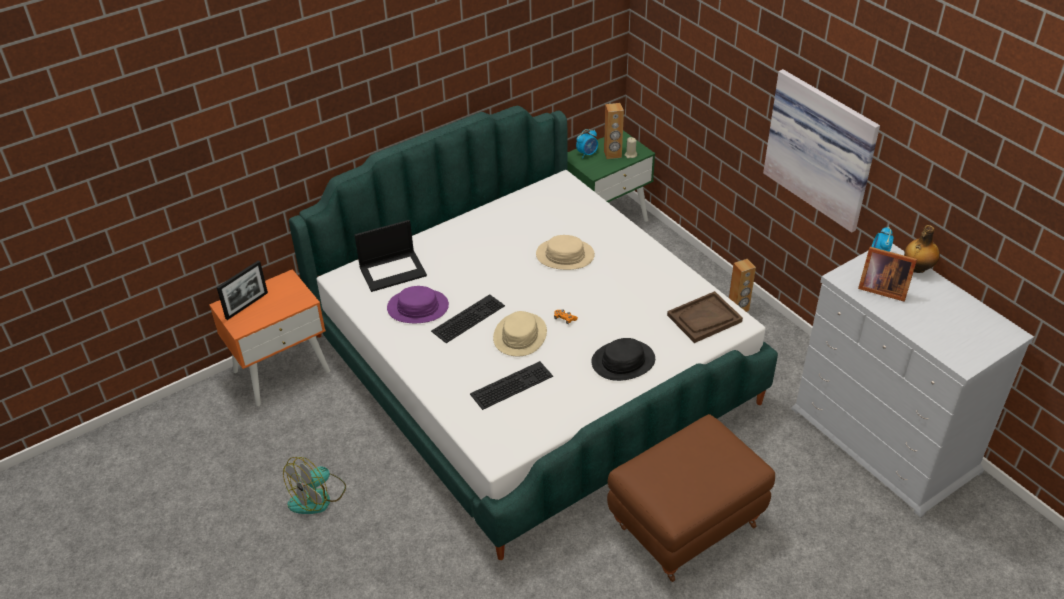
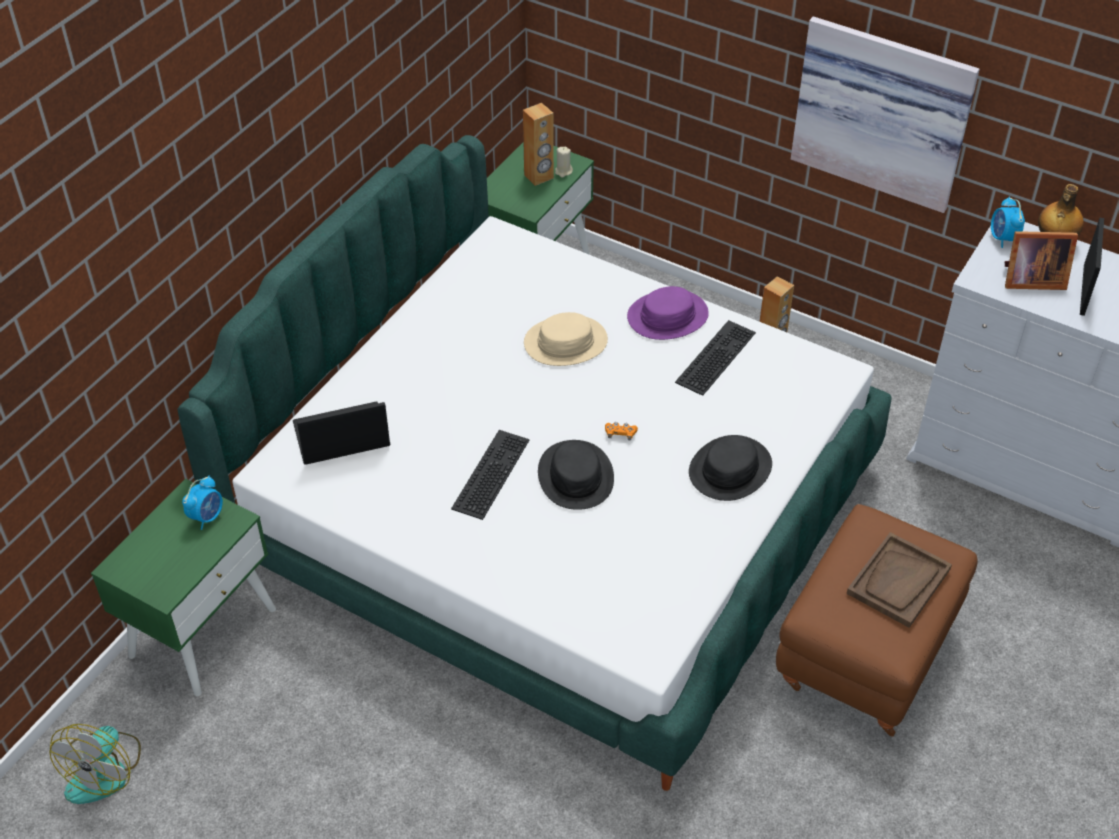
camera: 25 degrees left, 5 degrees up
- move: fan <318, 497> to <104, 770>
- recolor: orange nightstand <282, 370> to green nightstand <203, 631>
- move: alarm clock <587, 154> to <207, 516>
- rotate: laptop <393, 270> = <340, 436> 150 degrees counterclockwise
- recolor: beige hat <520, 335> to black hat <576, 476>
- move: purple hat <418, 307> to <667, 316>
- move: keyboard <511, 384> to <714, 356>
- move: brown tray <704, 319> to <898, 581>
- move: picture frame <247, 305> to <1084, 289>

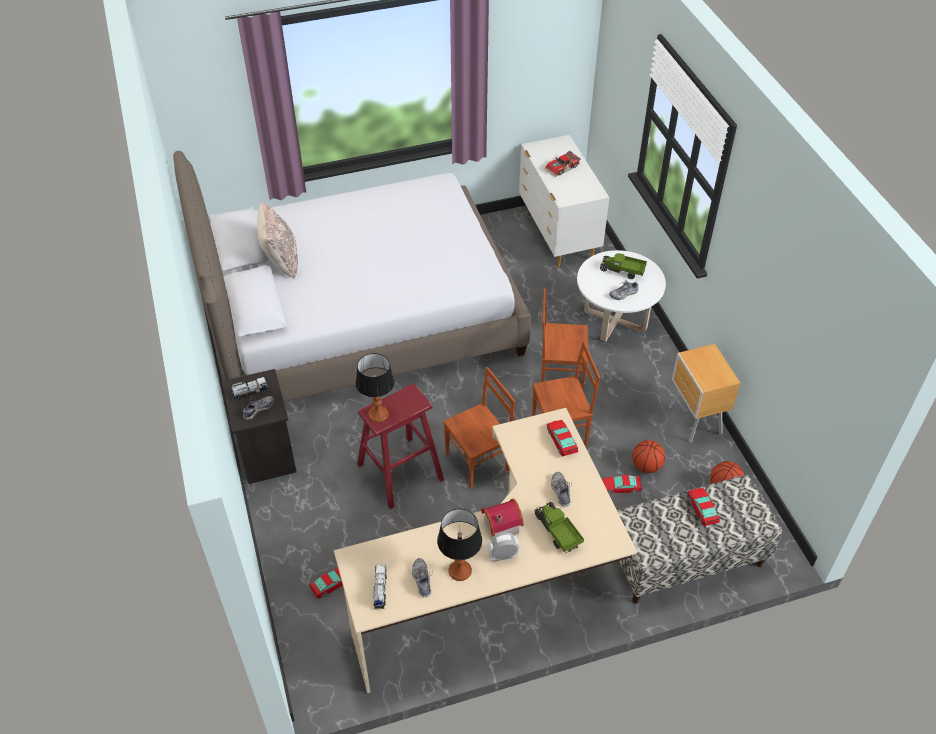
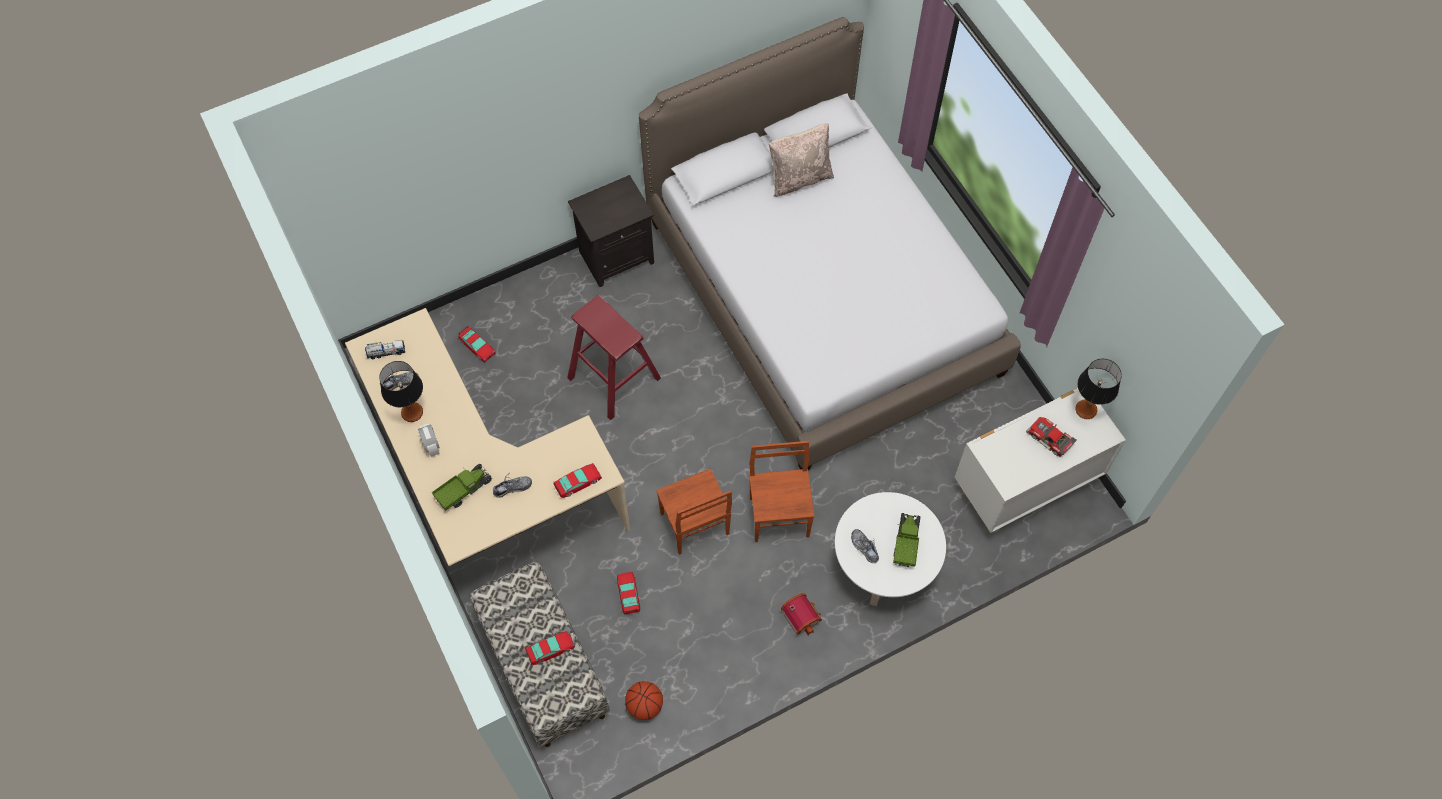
camera: 80 degrees right, 15 degrees up
- move: toy house <499, 524> to <802, 616>
- move: table lamp <378, 414> to <1086, 409>
- delete: toy truck <250, 392>
- delete: shoe <258, 409>
- delete: brown chair <478, 462>
- delete: basketball <646, 466>
- delete: brown nightstand <695, 421>

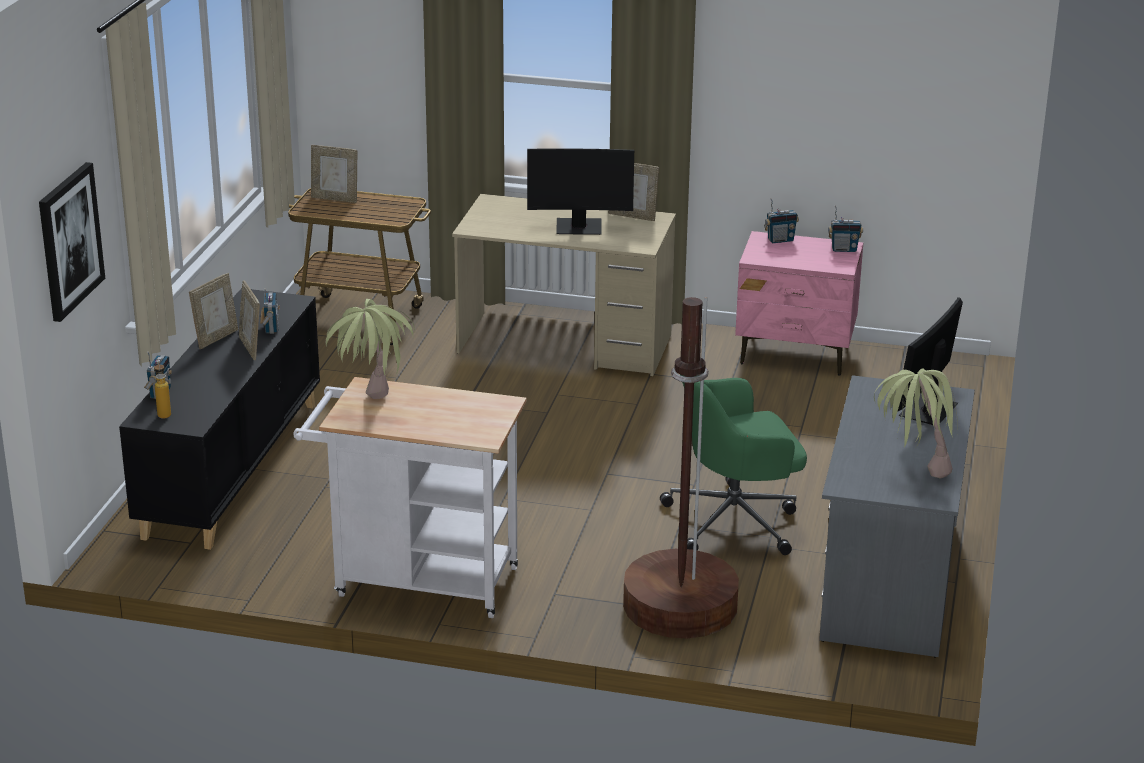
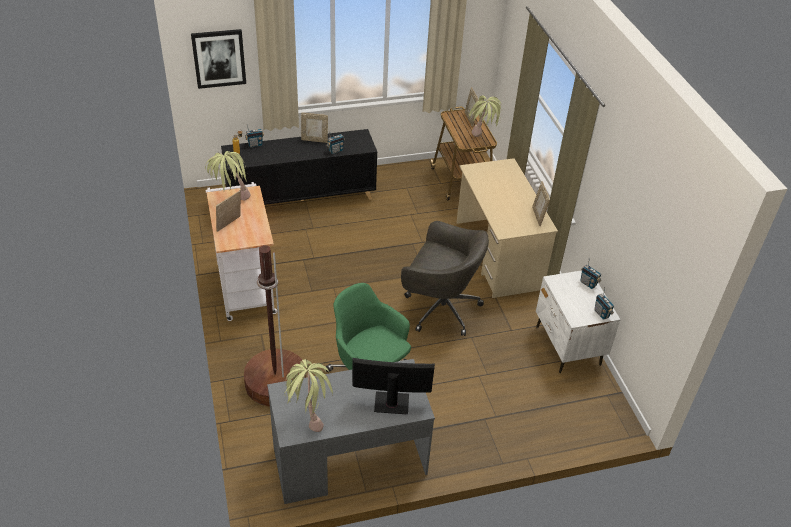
camera: 60 degrees right, 15 degrees up
- move: picture frame <251, 348> to <230, 224>
- insert: grey office chair <440, 308>
- insert: potted plant <481, 141>
- recolor: pink nightstand <795, 354> to white nightstand <567, 346>
- delete: monitor <579, 227>

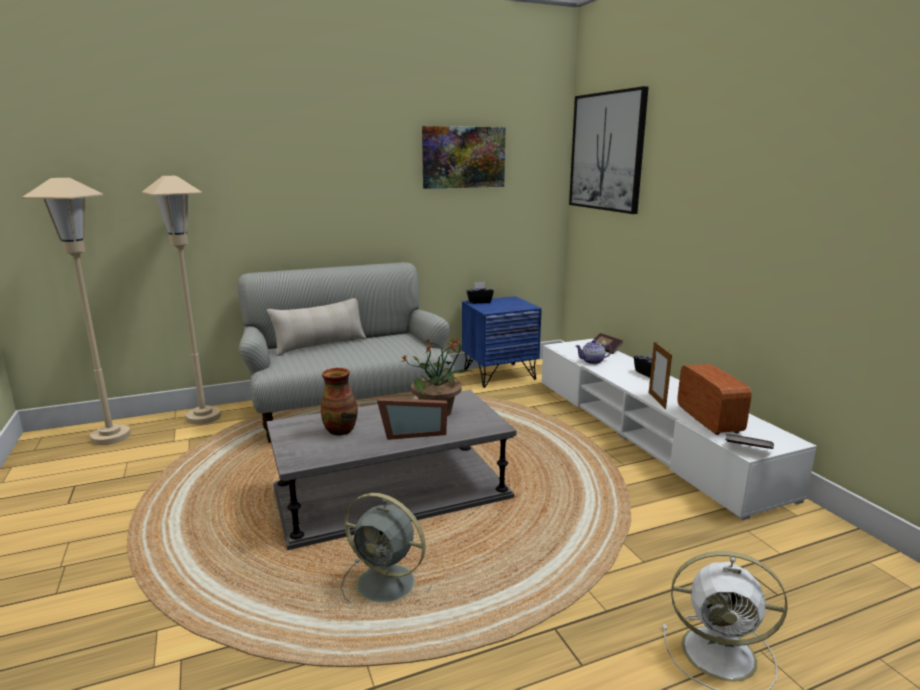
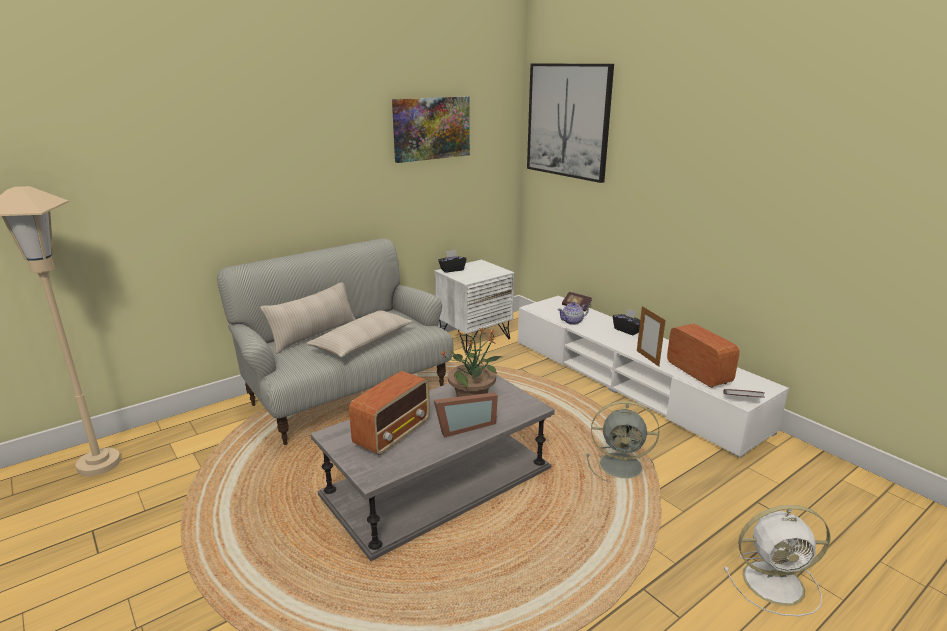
camera: 15 degrees left, 5 degrees up
- insert: beige pillow <362, 342>
- replace: vase <341, 430> to radio <393, 433>
- recolor: blue nightstand <499, 375> to white nightstand <473, 337>
- move: grey fan <388, 584> to <623, 466>
- delete: beige floor lamp <204, 417>

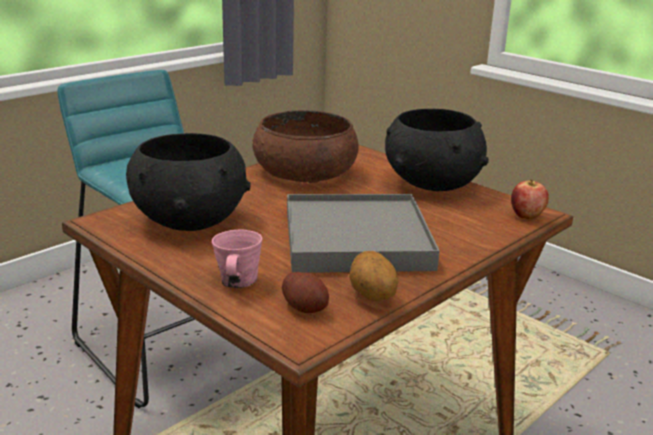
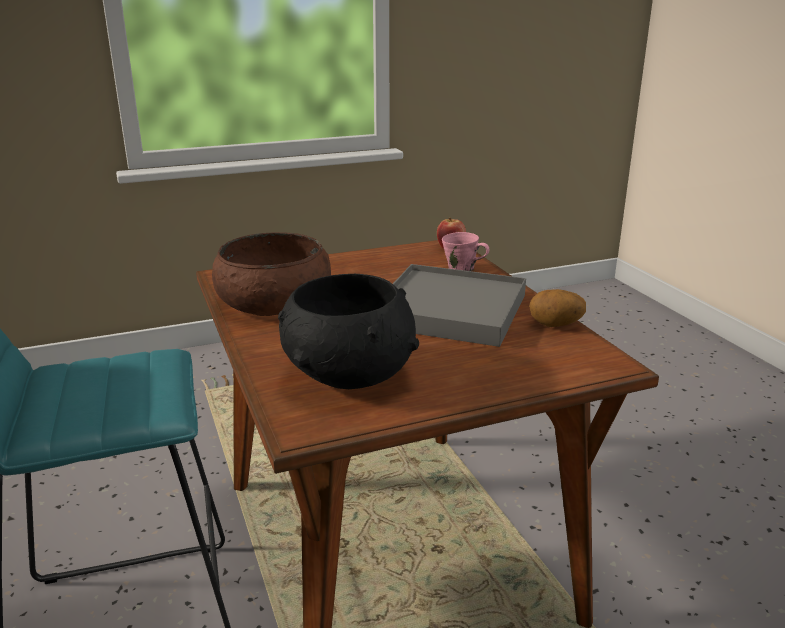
camera: 65 degrees left, 0 degrees up
- move: pink mug <237, 282> to <462, 269>
- delete: potato <305, 307>
- delete: black bowl <431, 184>

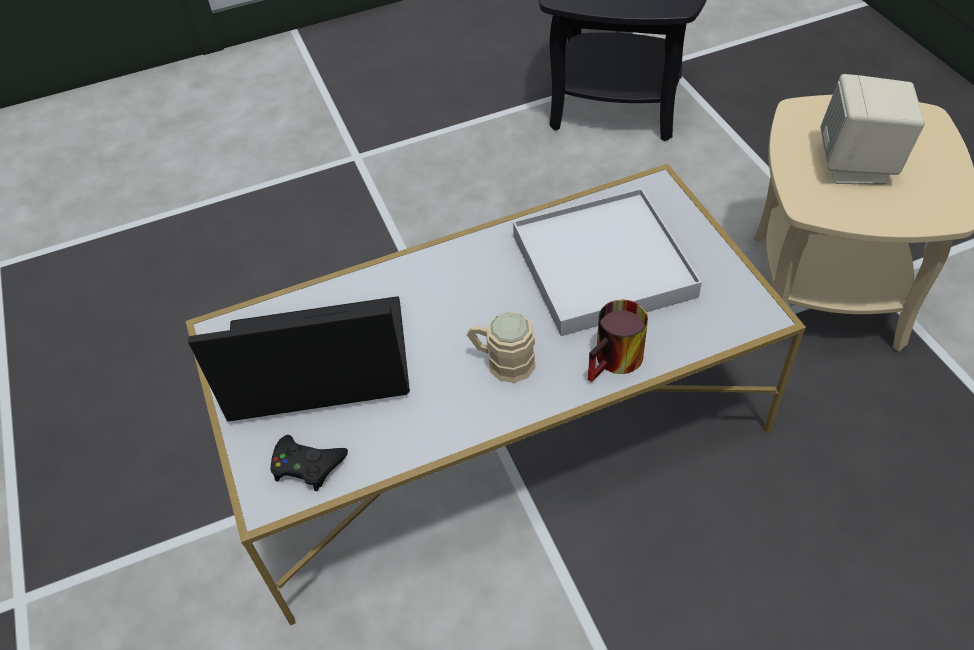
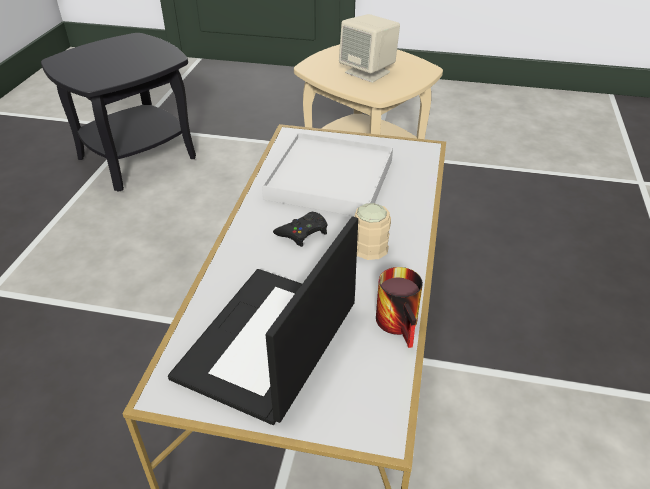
camera: 60 degrees left, 10 degrees down
- move: black game controller <307, 465> to <303, 232>
- move: mug <617, 363> to <402, 324>

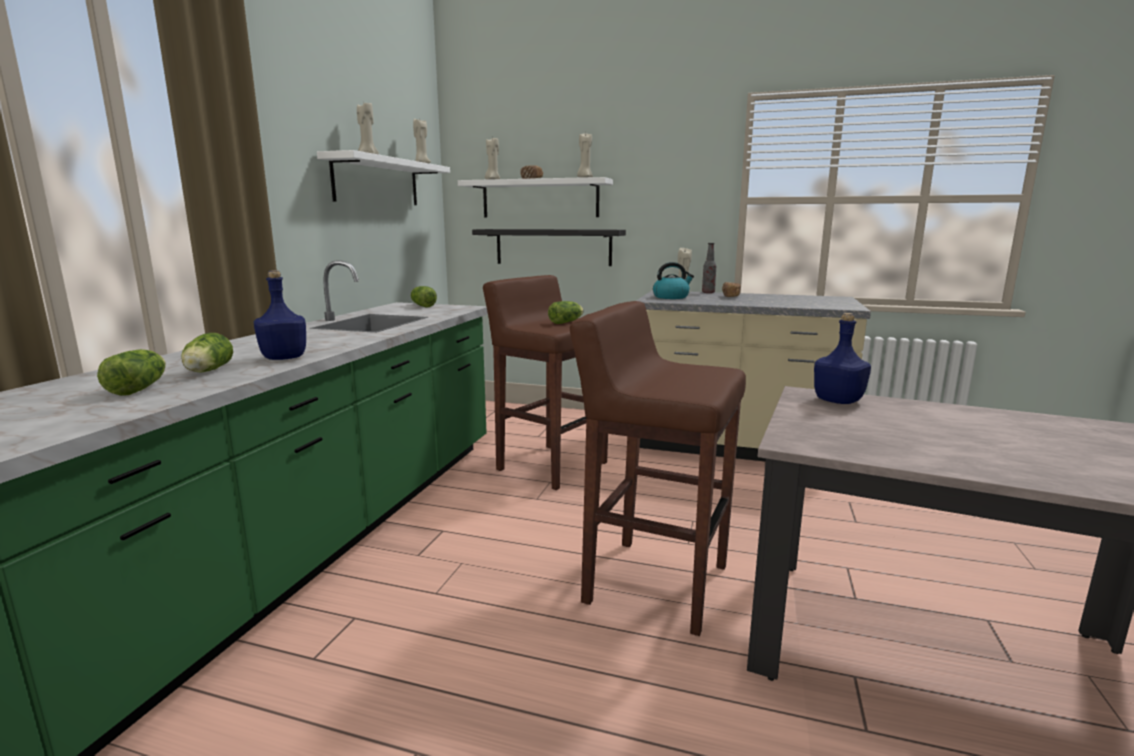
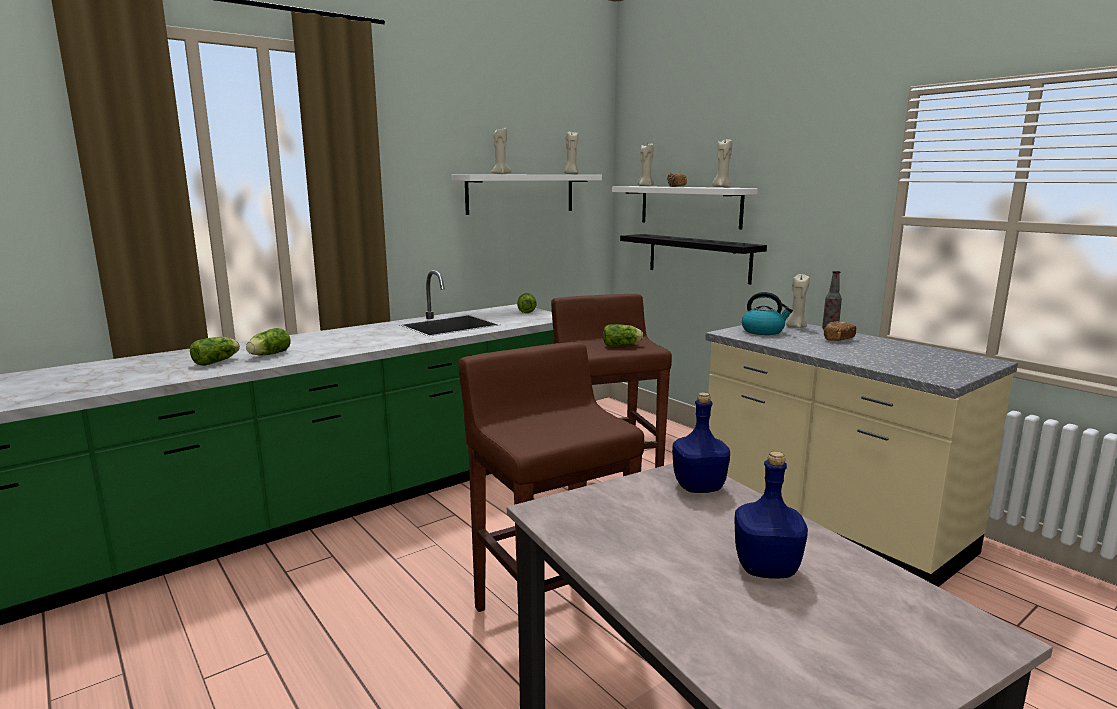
camera: 35 degrees right, 0 degrees up
- move: blue bottle <284, 358> to <766, 569>

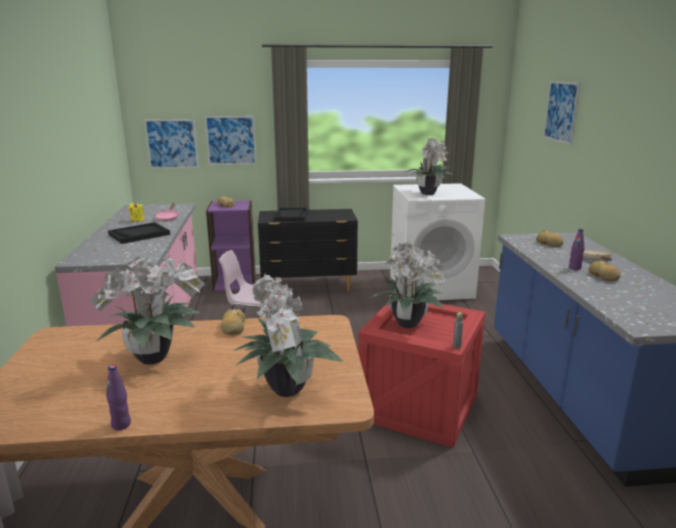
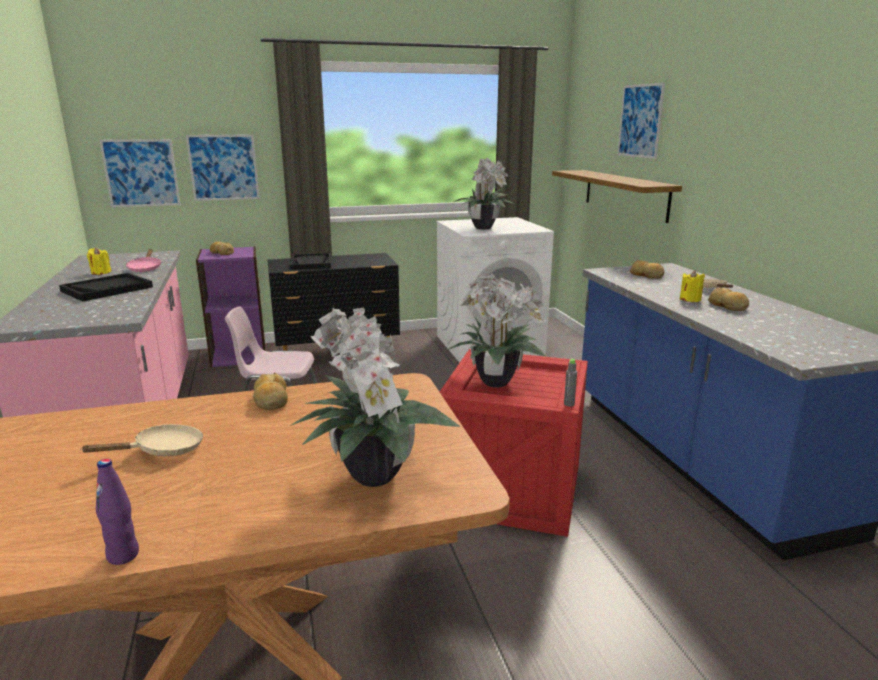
camera: 10 degrees left, 0 degrees up
- replace: potted plant <156, 358> to beige frying pan <163, 450>
- insert: shelf <625, 194>
- replace: purple bottle <574, 268> to yellow candle <690, 299>

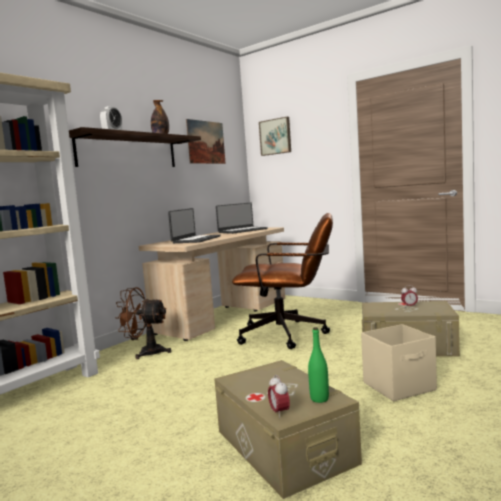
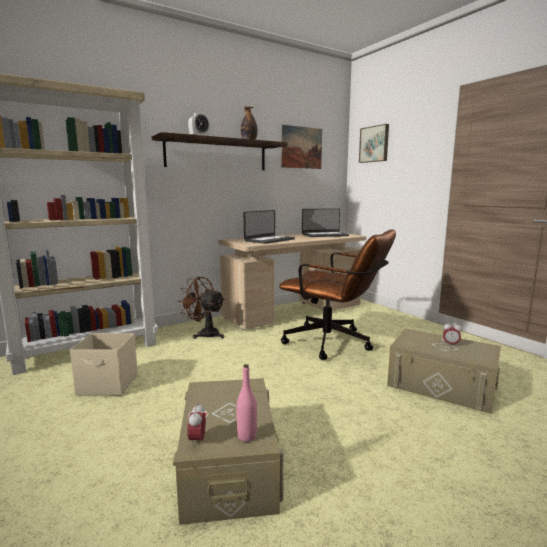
camera: 20 degrees right, 5 degrees up
- move: beige storage box <400, 386> to <108, 385>
- recolor: green bottle <319, 399> to pink bottle <247, 436>

